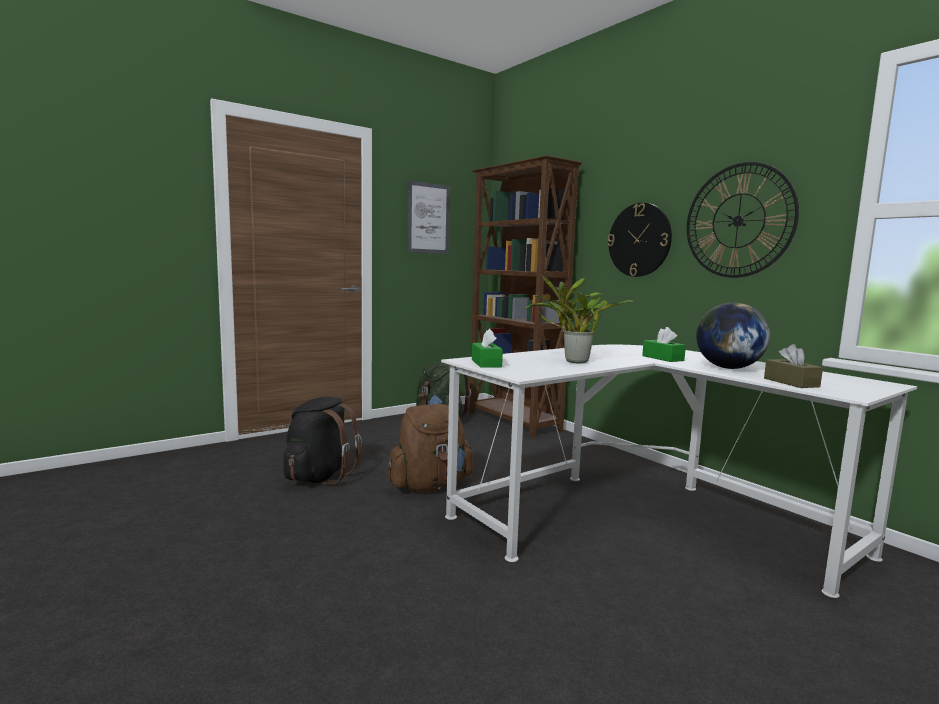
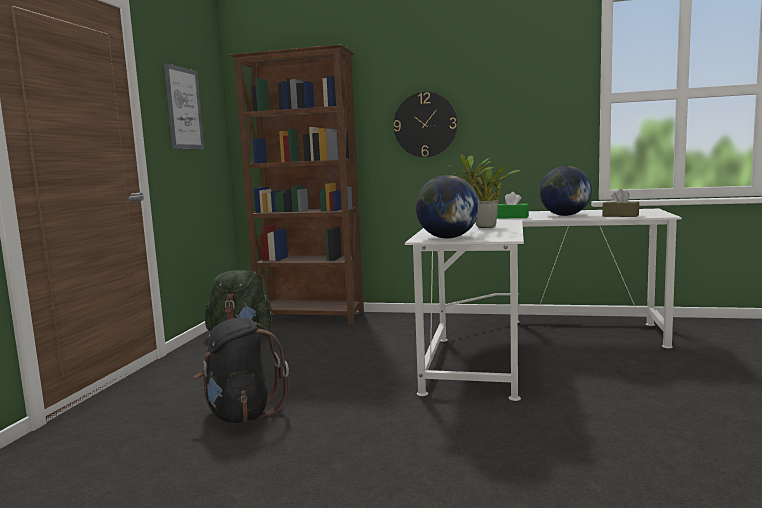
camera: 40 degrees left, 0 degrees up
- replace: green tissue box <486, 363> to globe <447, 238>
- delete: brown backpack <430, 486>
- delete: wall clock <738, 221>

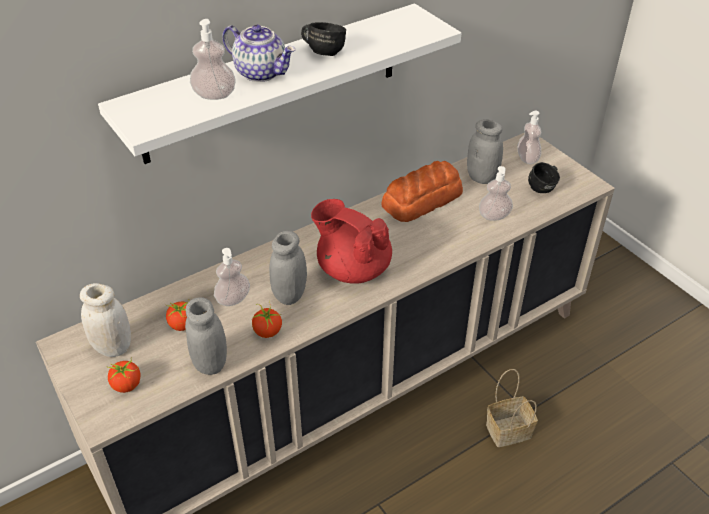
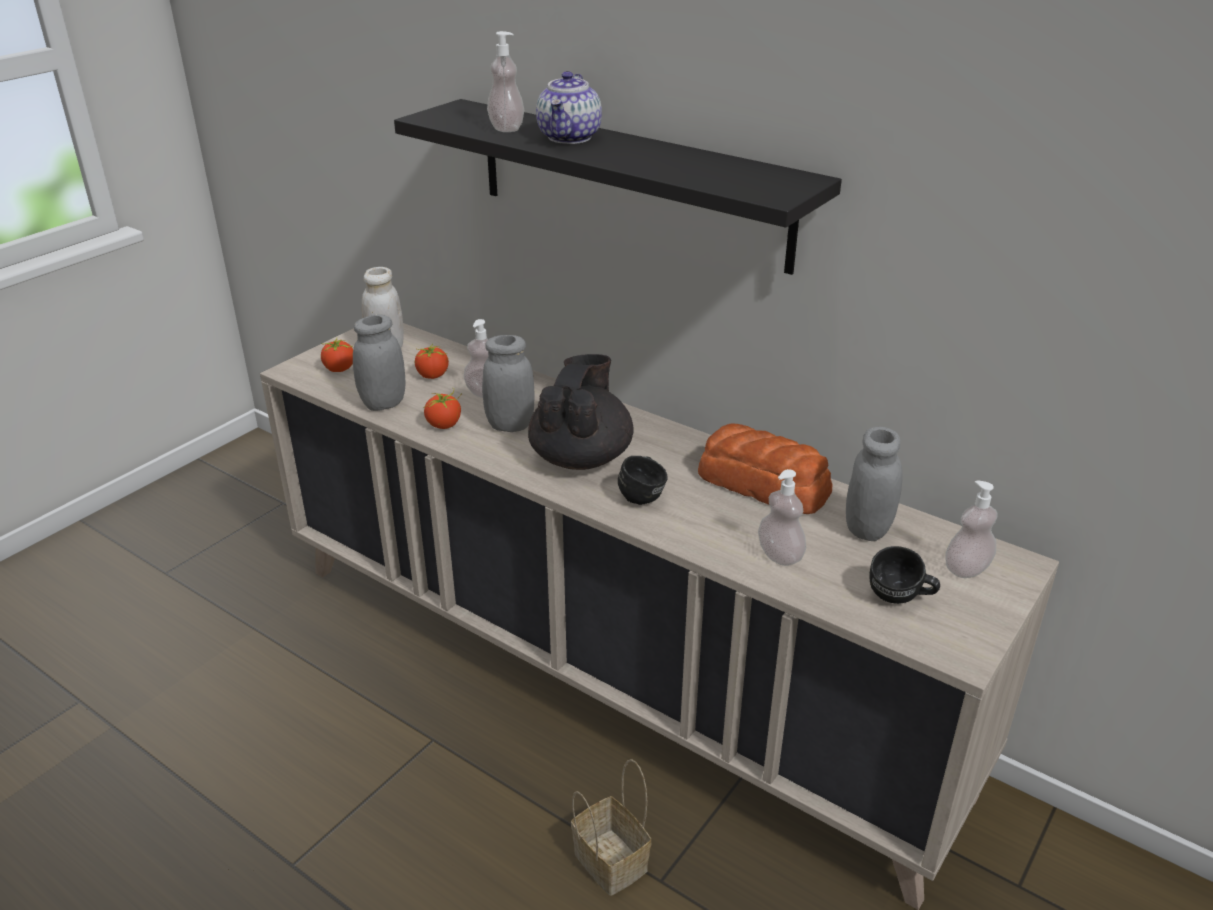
camera: 70 degrees right, 10 degrees down
- recolor: white shelf <273, 83> to black shelf <630, 183>
- recolor: red teapot <352, 268> to black teapot <581, 457>
- move: black mug <323, 51> to <644, 495>

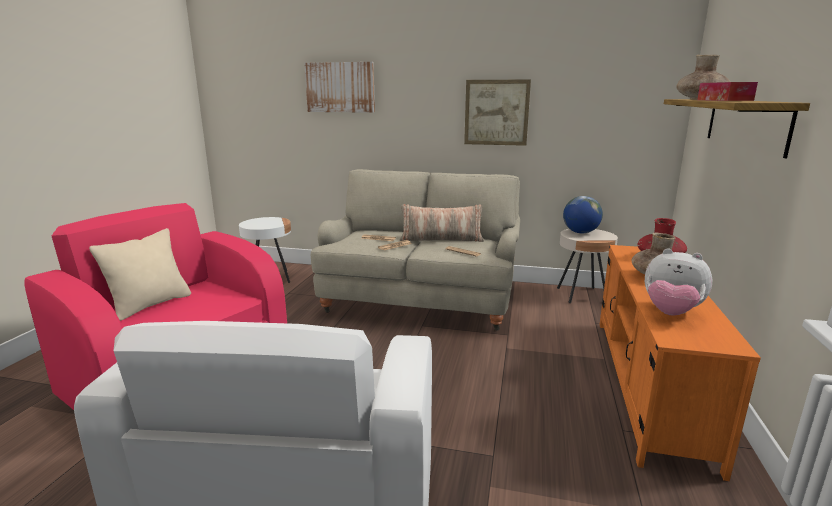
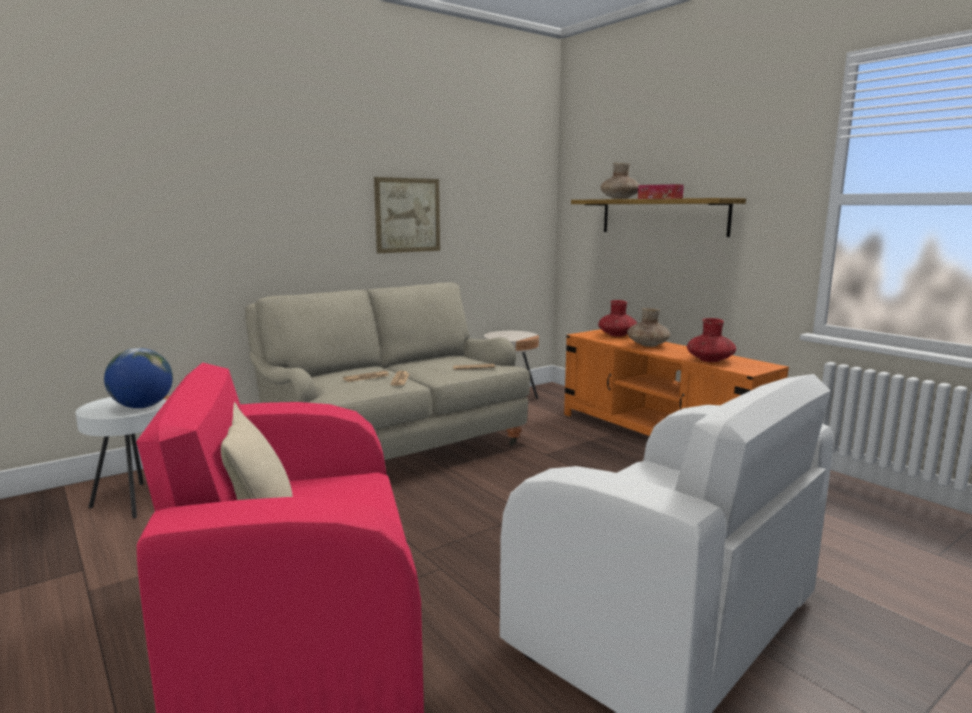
camera: 50 degrees left, 5 degrees down
- move: globe <580, 232> to <143, 406>
- replace: plush toy <671, 313> to red vase <710, 360>
- delete: picture <340, 87>
- delete: pillow <441, 239>

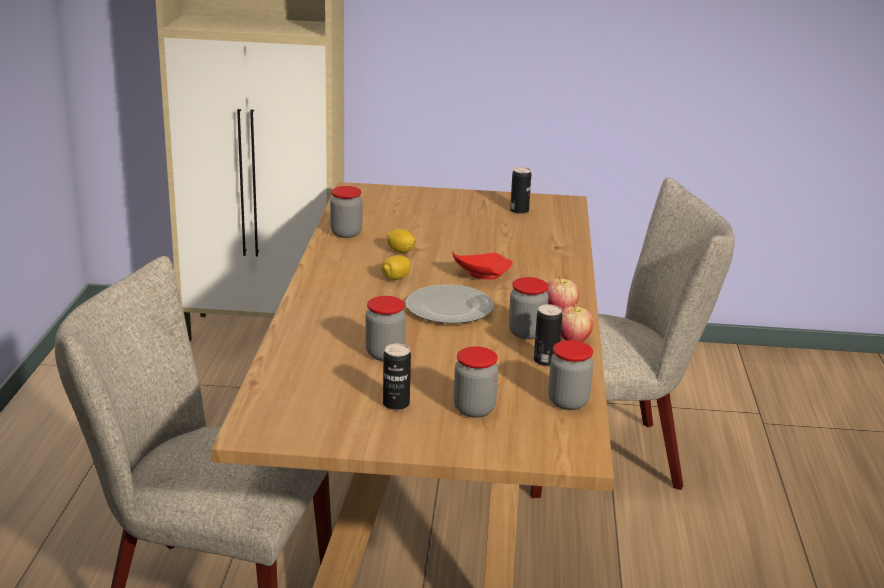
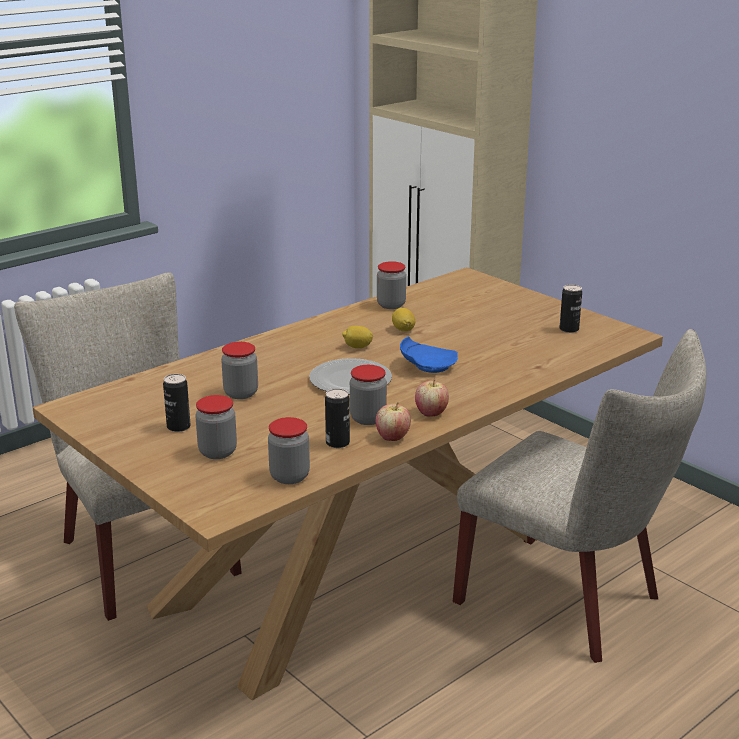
camera: 45 degrees right, 0 degrees up
- recolor: red plate <481, 274> to blue plate <427, 366>

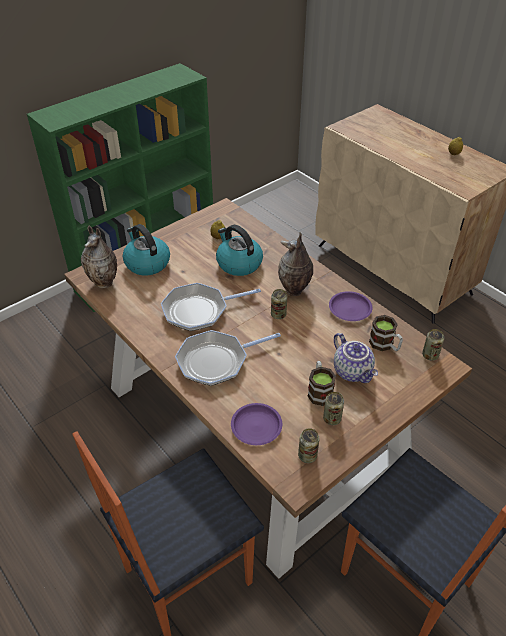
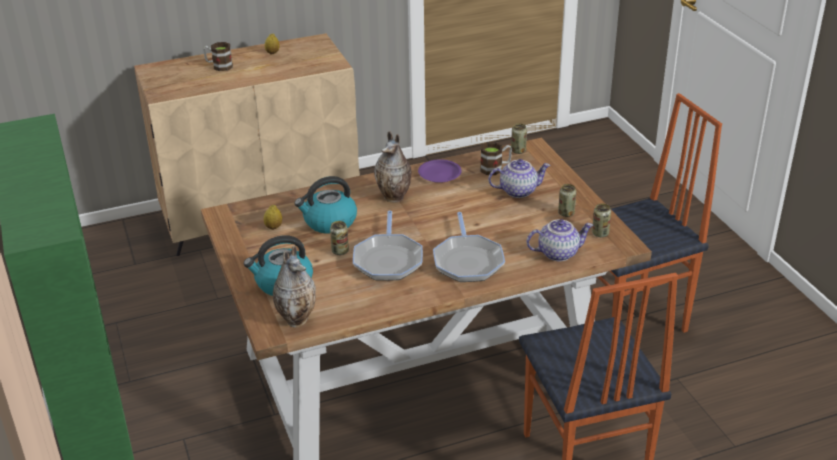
camera: 70 degrees left, 10 degrees down
- move: mug <319, 391> to <219, 66>
- move: can <278, 314> to <340, 251>
- replace: purple plate <256, 426> to teapot <558, 253>

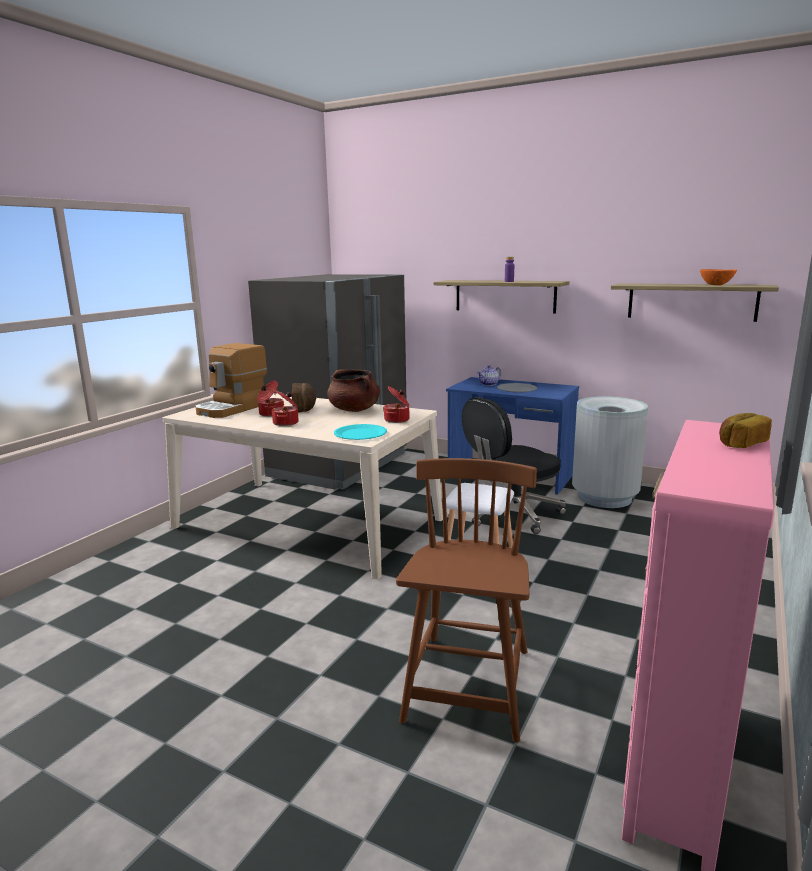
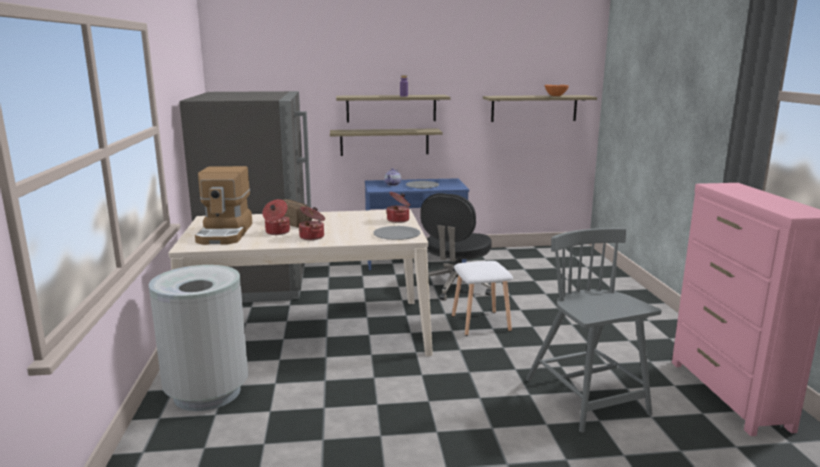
camera: 35 degrees left, 0 degrees up
- move: grey trash can <605, 498> to <207, 392>
- insert: shelf <384, 142>
- recolor: turquoise plate <360, 434> to grey plate <396, 234>
- recolor: brown chair <468, 687> to grey chair <587, 398>
- delete: brown cooking pot <354, 410>
- delete: bread <741, 443>

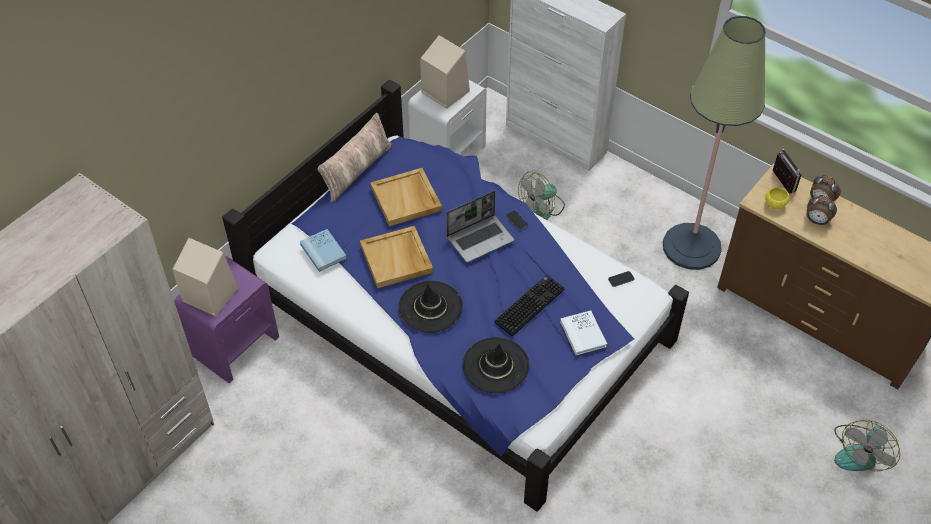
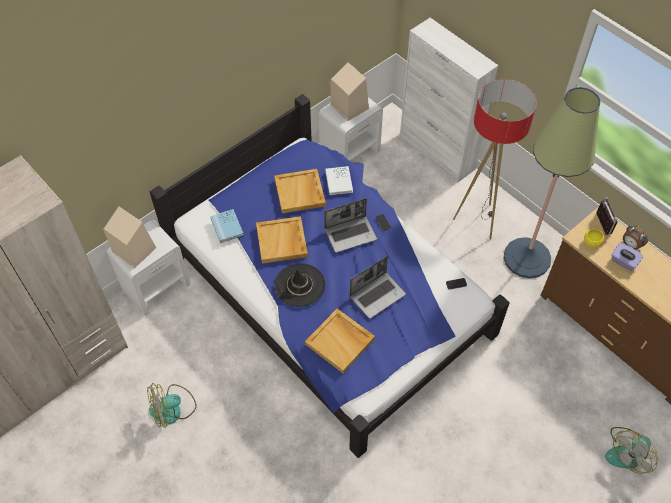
camera: 10 degrees right, 5 degrees up
- recolor: purple nightstand <236, 345> to white nightstand <156, 286>
- move: fan <540, 209> to <173, 409>
- replace: black hat <496, 365> to beige tray <340, 341>
- move: white book <583, 334> to <339, 181>
- replace: keyboard <529, 304> to laptop <377, 295>
- insert: floor lamp <478, 221>
- replace: alarm clock <816, 221> to purple tissue box <623, 262>
- delete: pillow <356, 170>

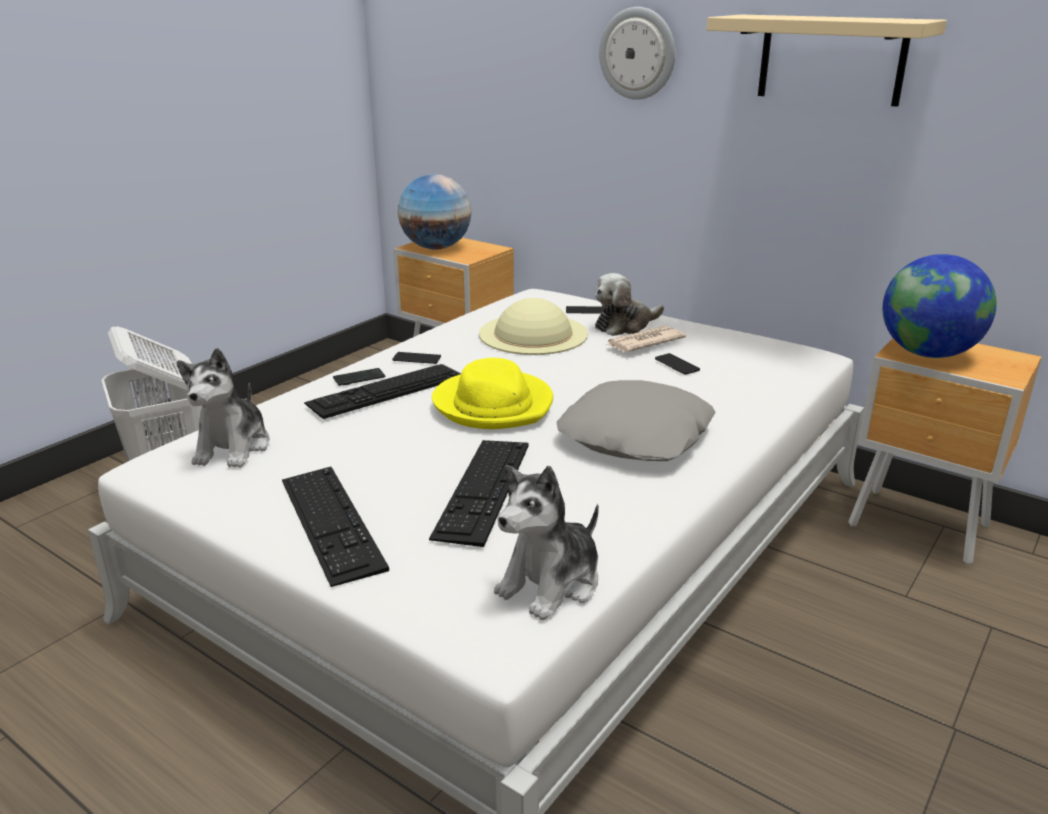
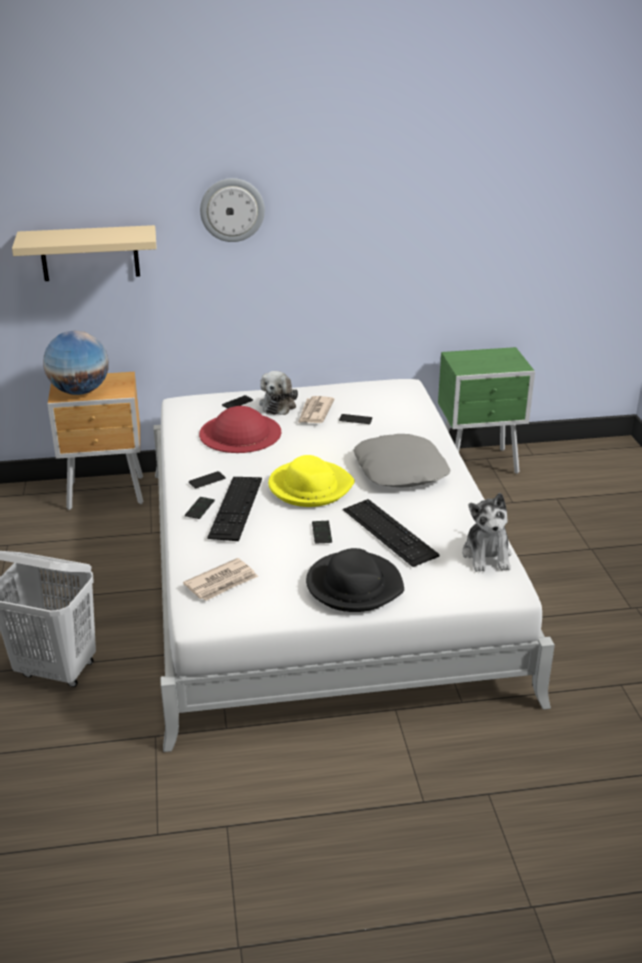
camera: 45 degrees left, 5 degrees up
- move: beige shelf <831, 59> to <89, 253>
- replace: plush toy <233, 447> to newspaper <222, 582>
- recolor: beige hat <533, 334> to red hat <240, 433>
- replace: keyboard <331, 522> to black hat <354, 585>
- insert: phone <321, 533>
- recolor: brown nightstand <921, 528> to green nightstand <479, 464>
- delete: globe <927, 354>

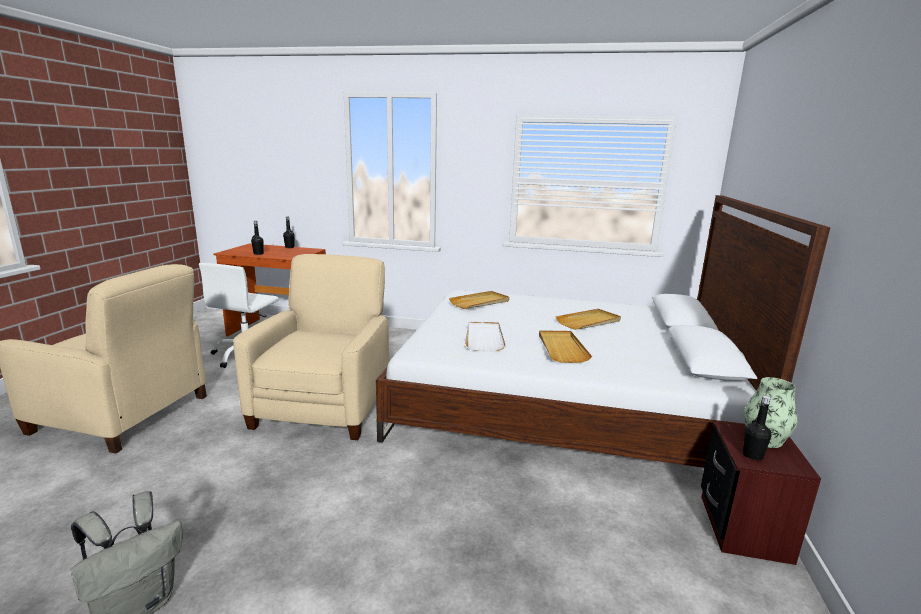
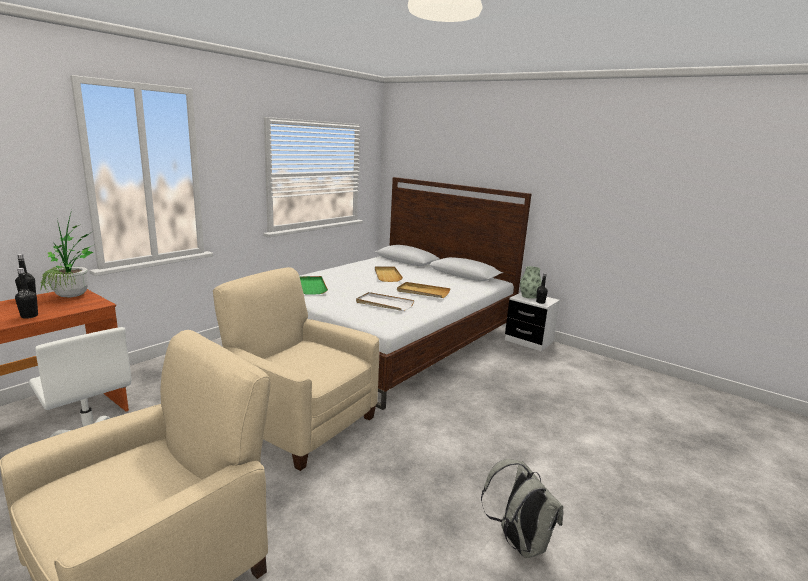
camera: 65 degrees left, 0 degrees up
- insert: potted plant <73, 298>
- recolor: beige tray <480, 302> to green tray <311, 286>
- recolor: brown nightstand <743, 528> to white nightstand <528, 341>

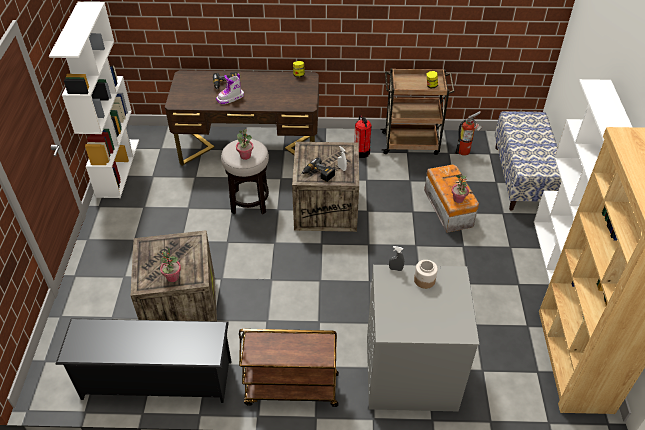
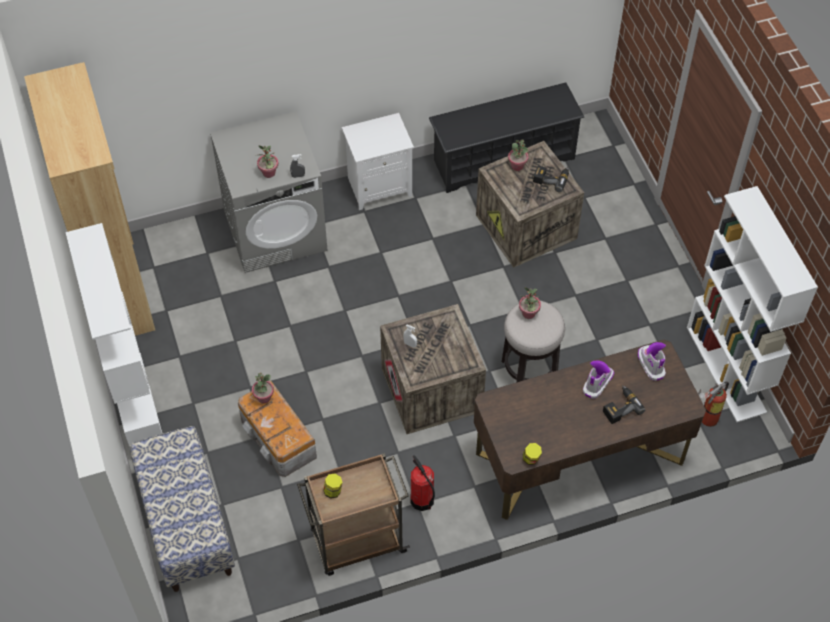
camera: 160 degrees right, 10 degrees up
- replace: jar <424, 280> to potted plant <269, 173>
- replace: brown cart <291, 389> to white nightstand <380, 186>
- move: power drill <318, 174> to <551, 178>
- insert: boot <650, 365>
- move: fire extinguisher <465, 151> to <706, 419>

